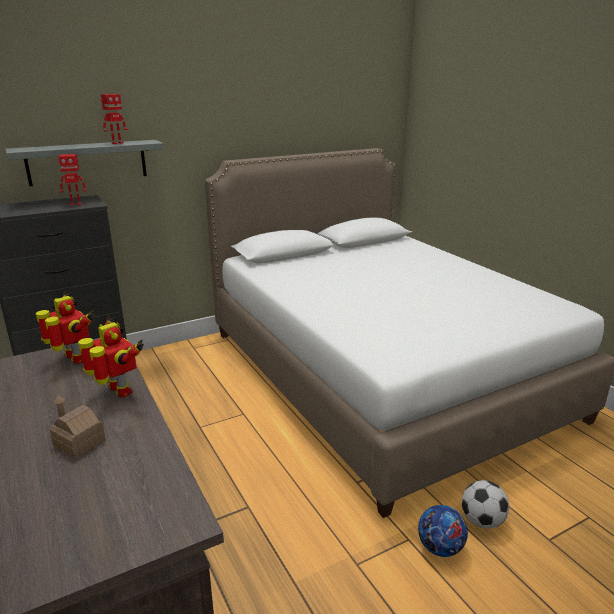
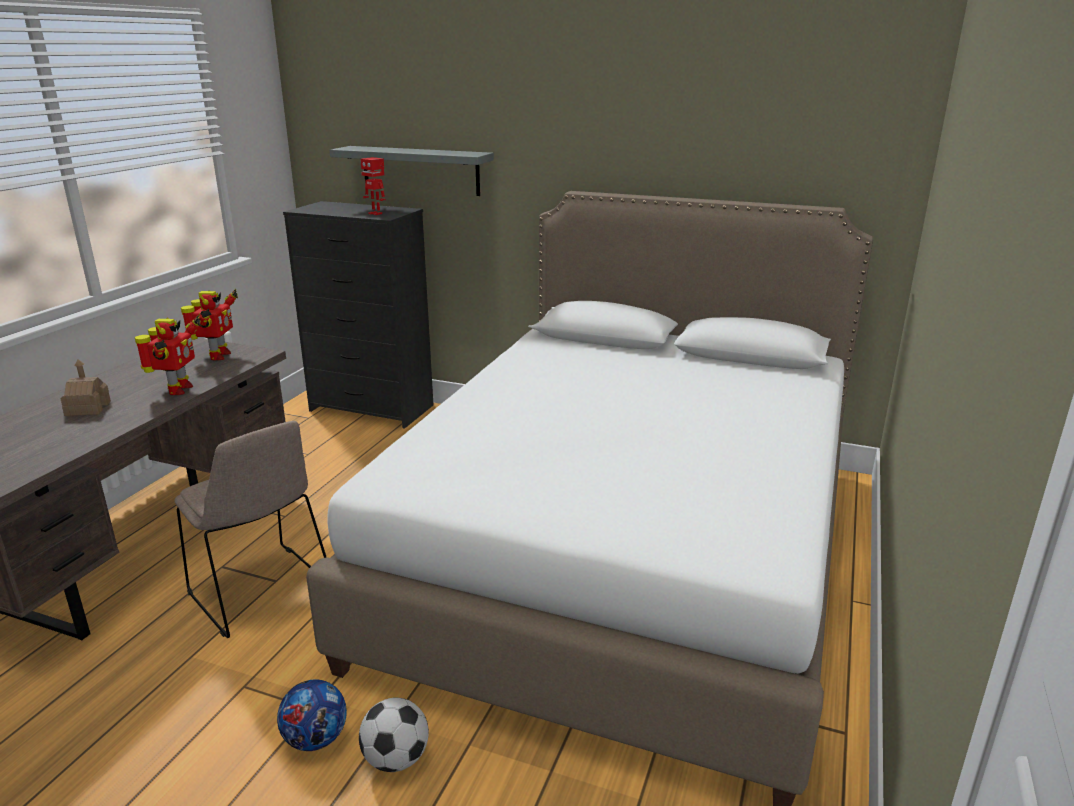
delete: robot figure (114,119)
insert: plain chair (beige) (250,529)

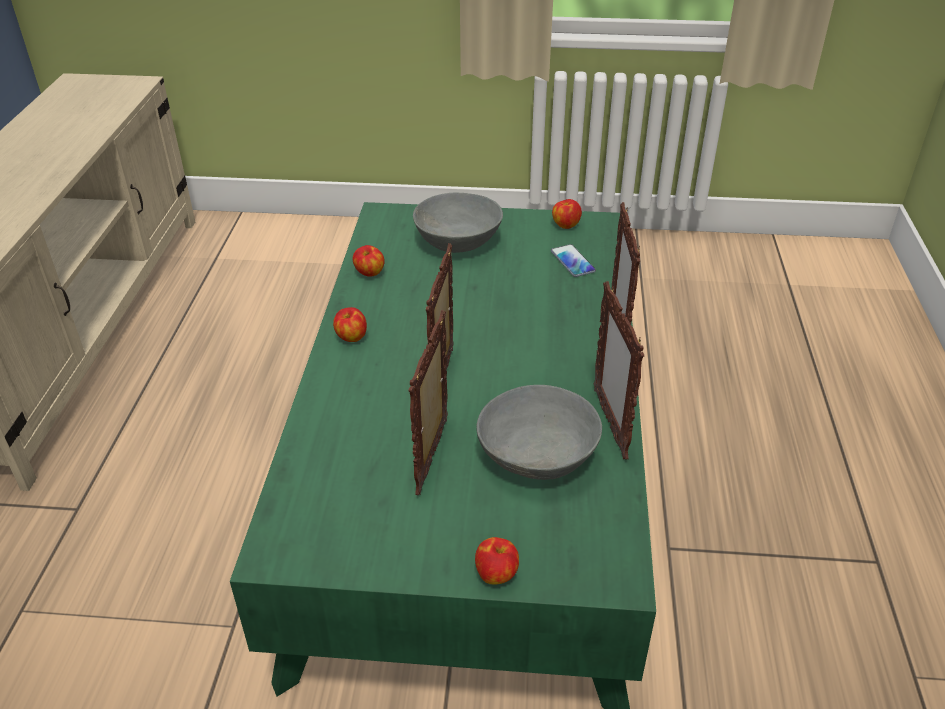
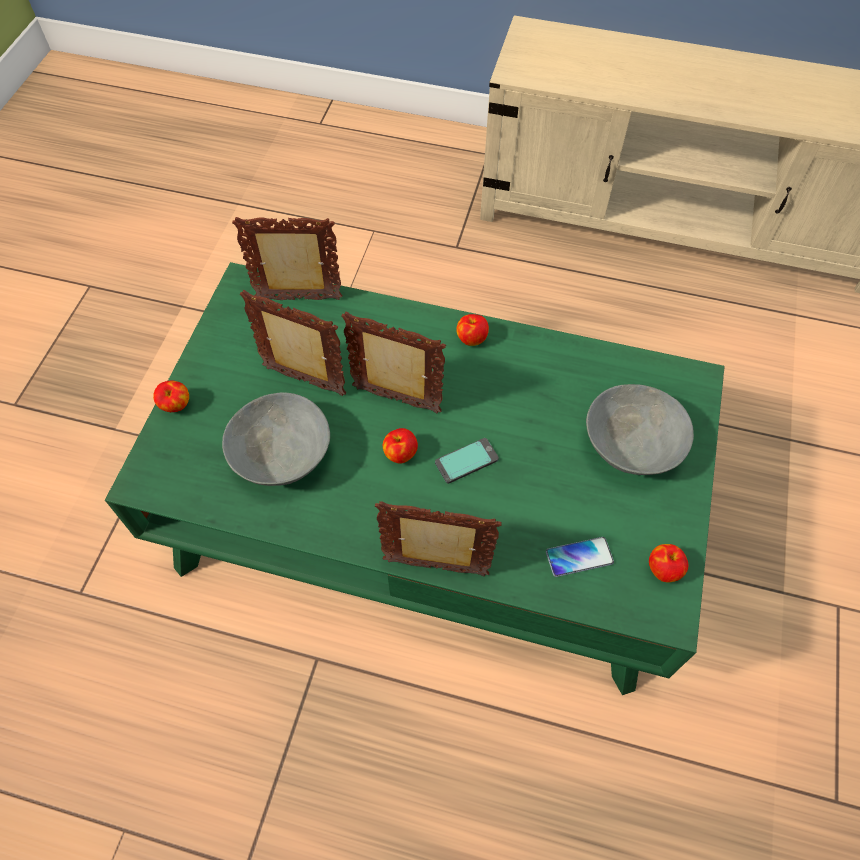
insert: handset (467,461)
move: picture frame (619,370) to (287,258); apple fruit (368,261) to (400,446)

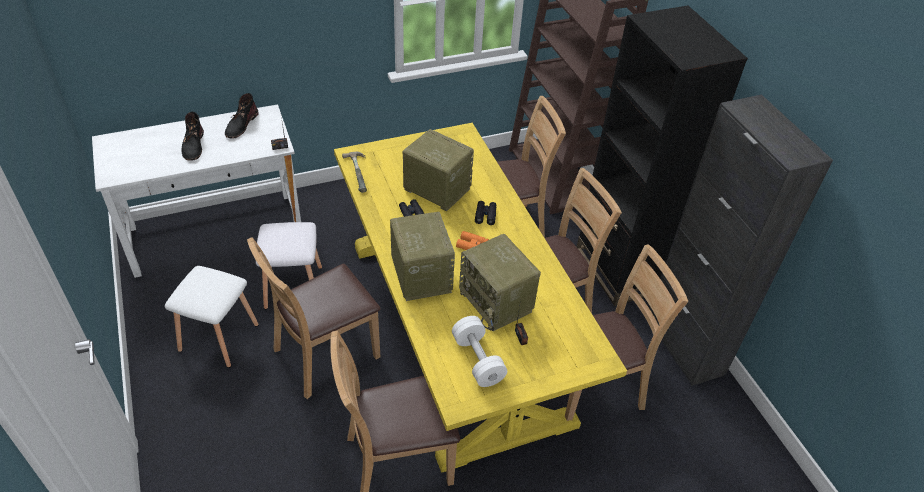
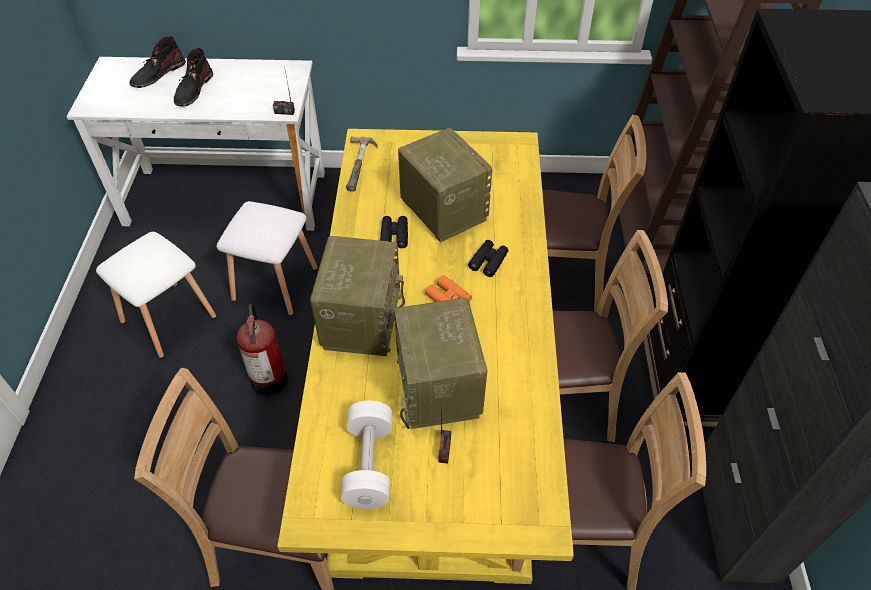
move: tall boot (black-coloured) (242,116) to (157,62)
replace: plain chair (brown-coloured) (313,318) to extinguisher (262,349)

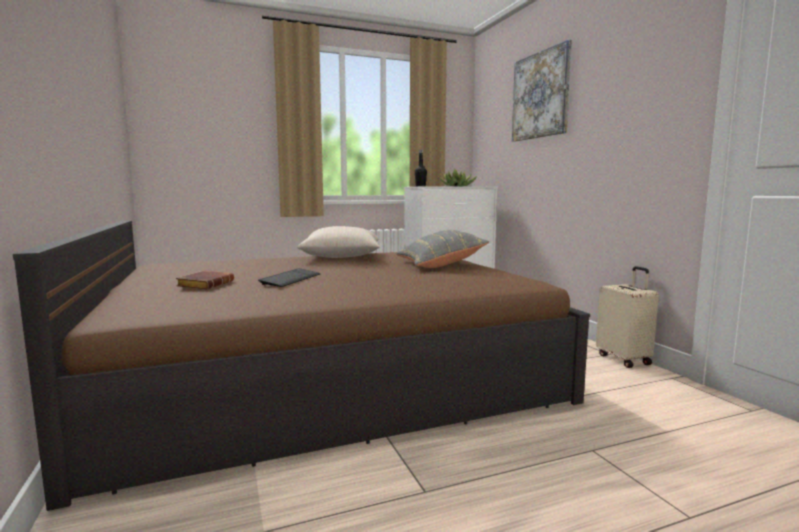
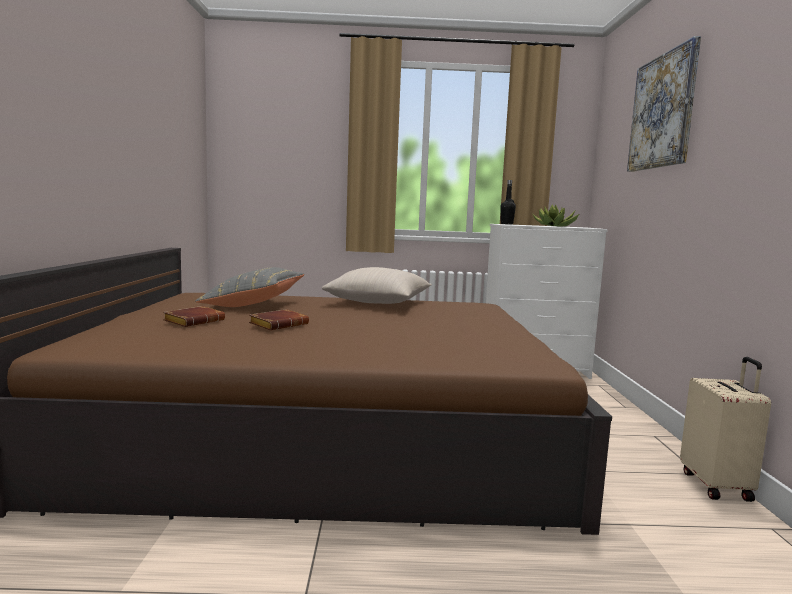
move: throw pillow (gray) (442,249) to (250,287)
replace: PC keyboard (289,277) to volume (brown-coloured) (279,319)

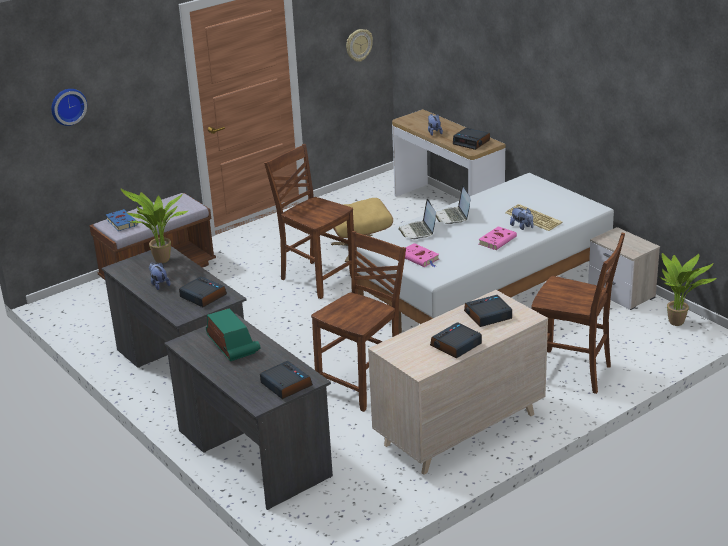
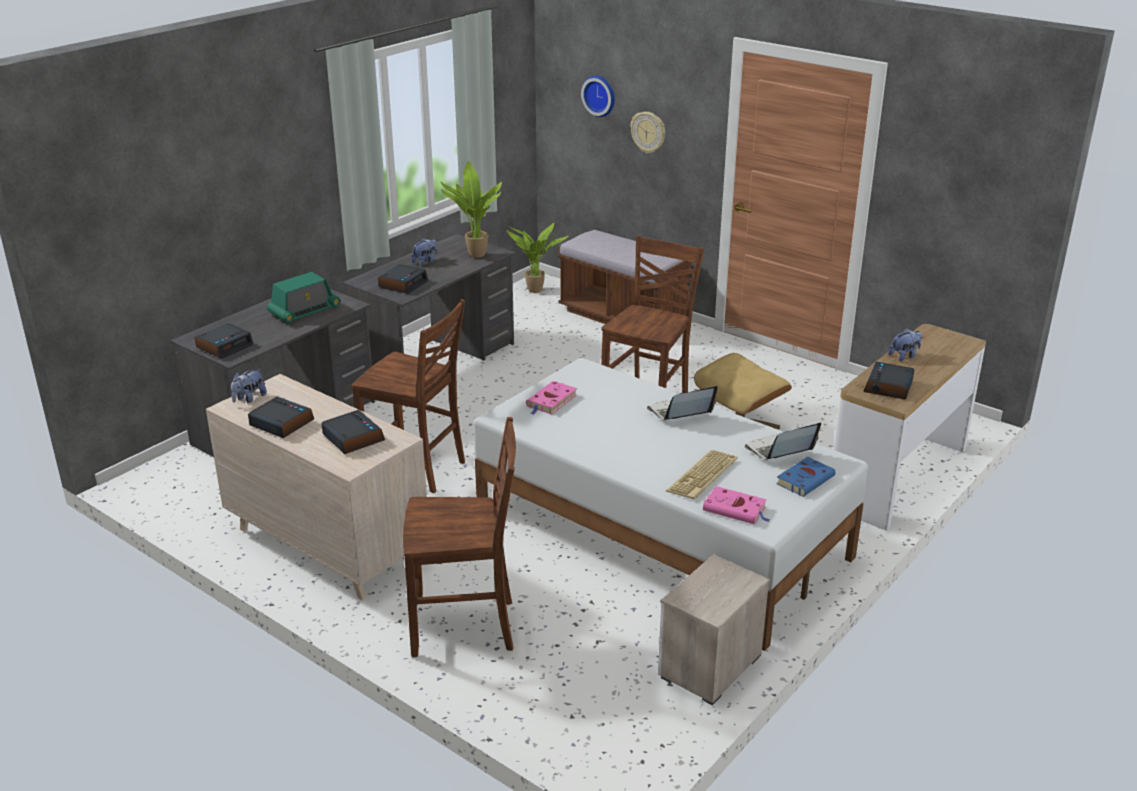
move: soft toy (521,218) to (249,386); plant in a pot (688,289) to (538,257); clock on the wall (359,45) to (647,132); volume (pink) (497,238) to (736,505); laptop (417,219) to (783,441); volume (blue) (122,220) to (805,477)
rotate: plain chair (brown-coloured) (578,313) = (459,537) 105 degrees counterclockwise

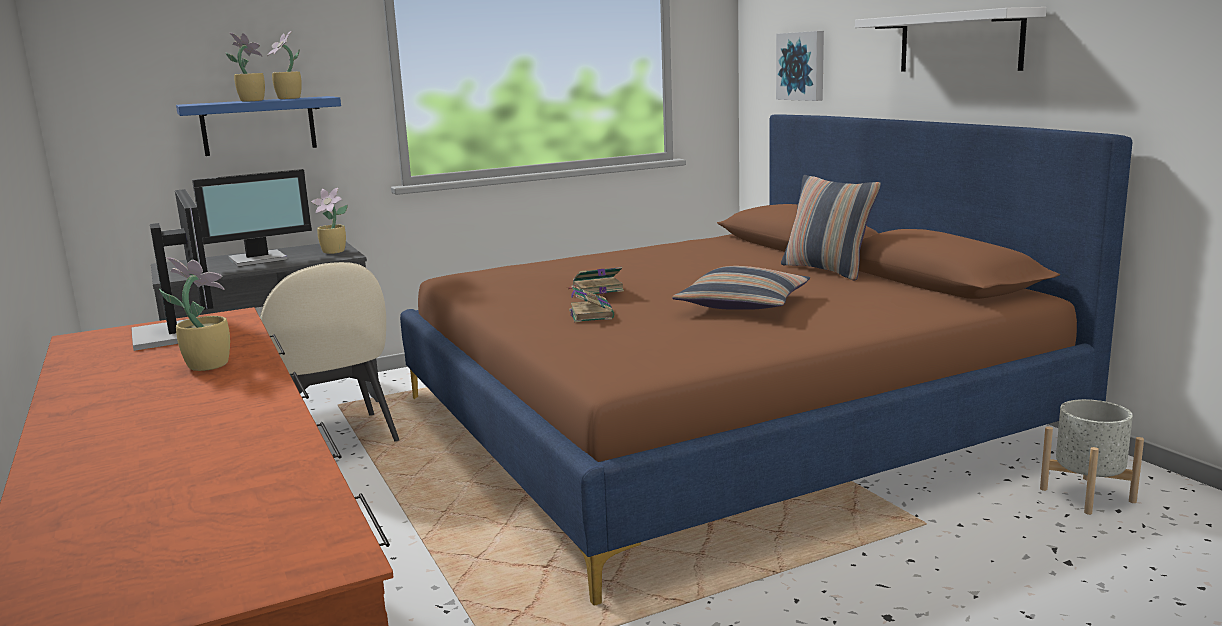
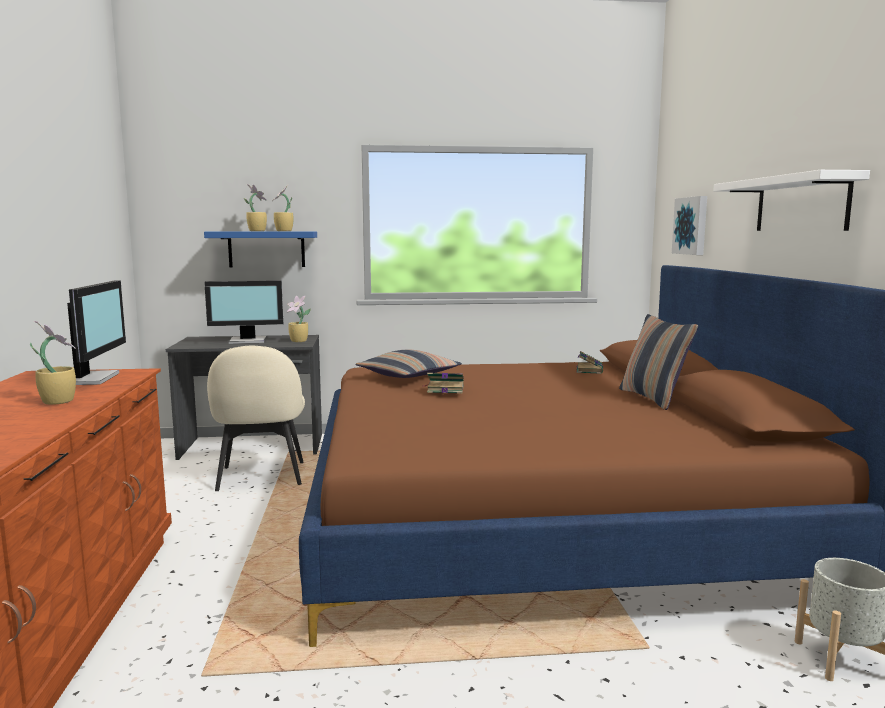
move: throw pillow (741,288) to (409,364); volume (591,303) to (589,362)

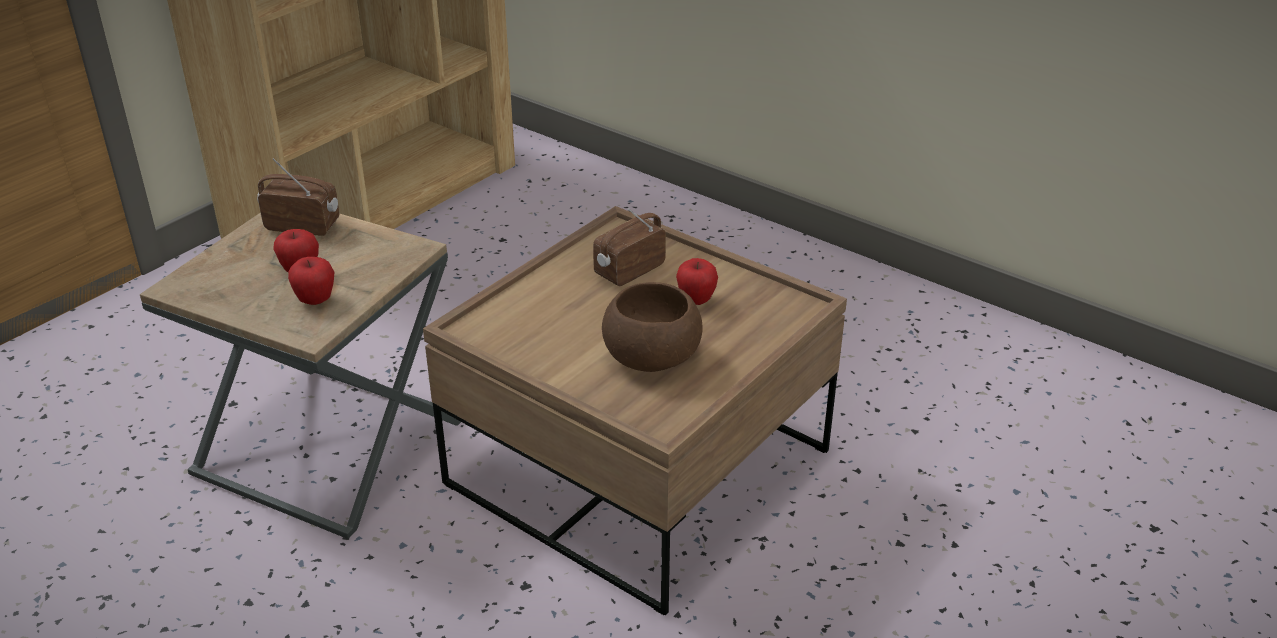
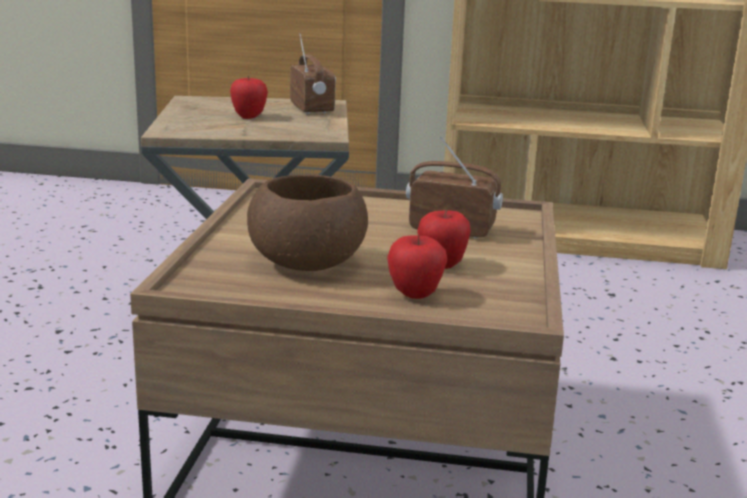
move: apple fruit (311,281) to (417,267)

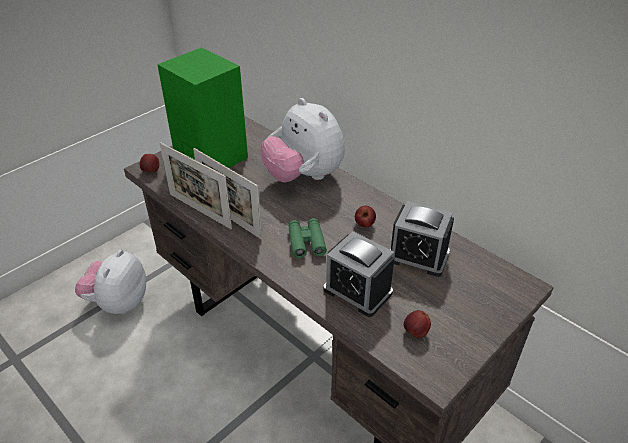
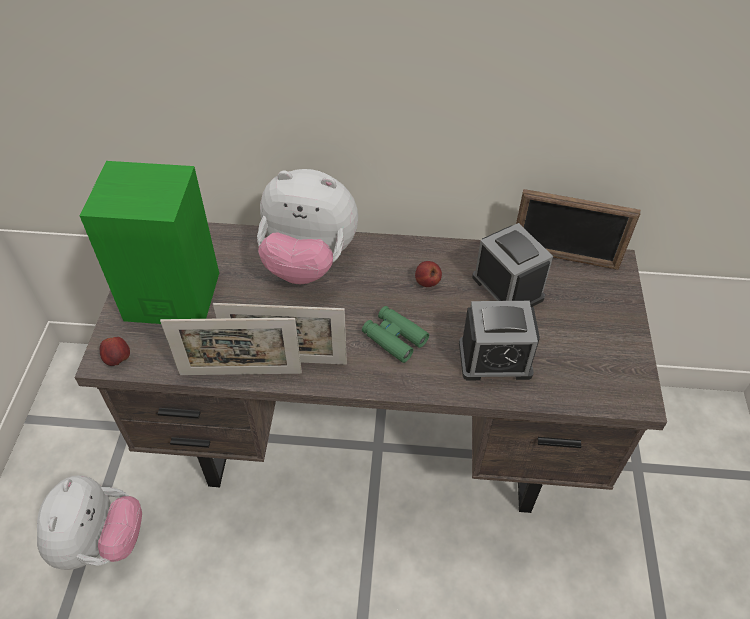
delete: apple fruit (417,324)
insert: picture frame (578,229)
rotate: soft toy (110,282) = (89,523) 150 degrees counterclockwise; bedside clock (422,239) = (512,265) 105 degrees counterclockwise

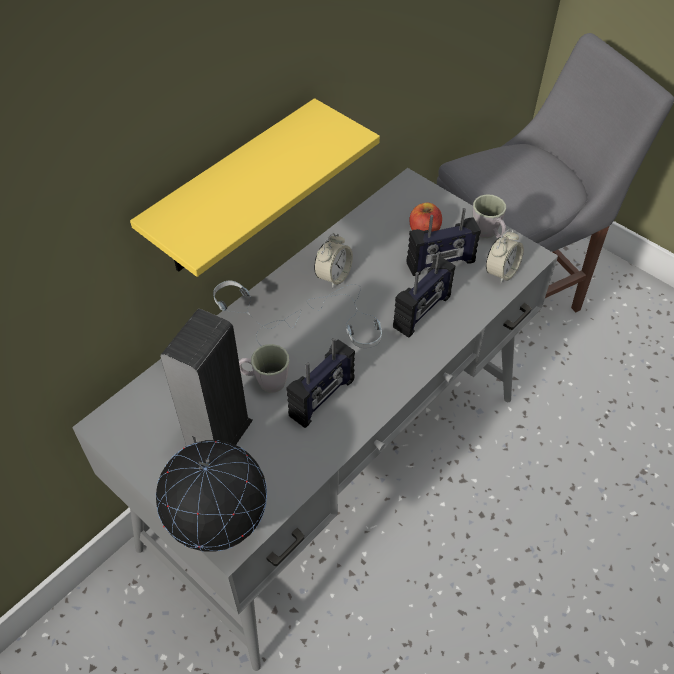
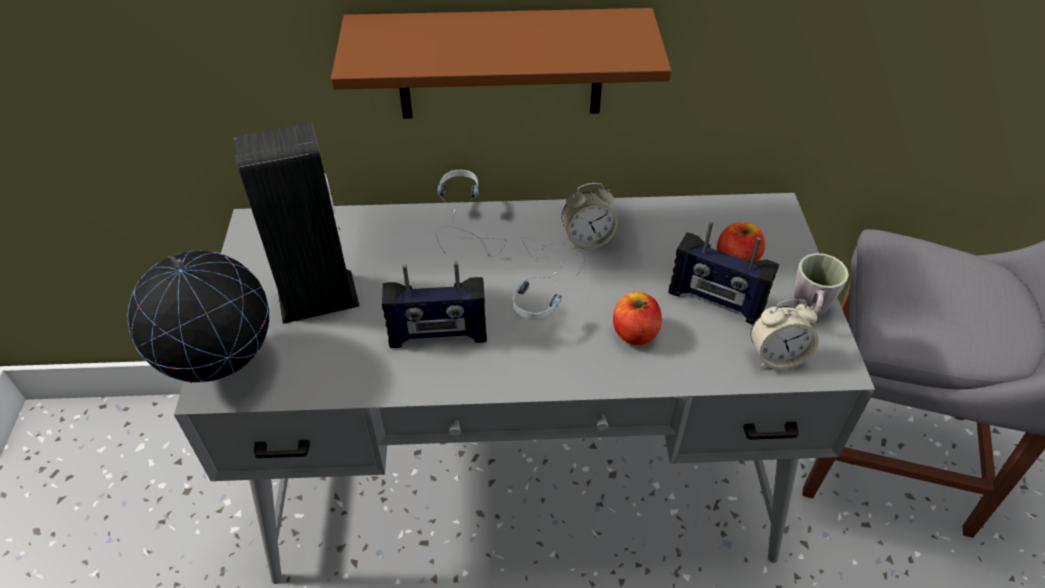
delete: coffee mug (gray) (264,368)
replace: radio receiver (424,294) to apple fruit (637,318)
recolor: shelf (yellowish) (255,187) to shelf (brown-coloured) (501,63)

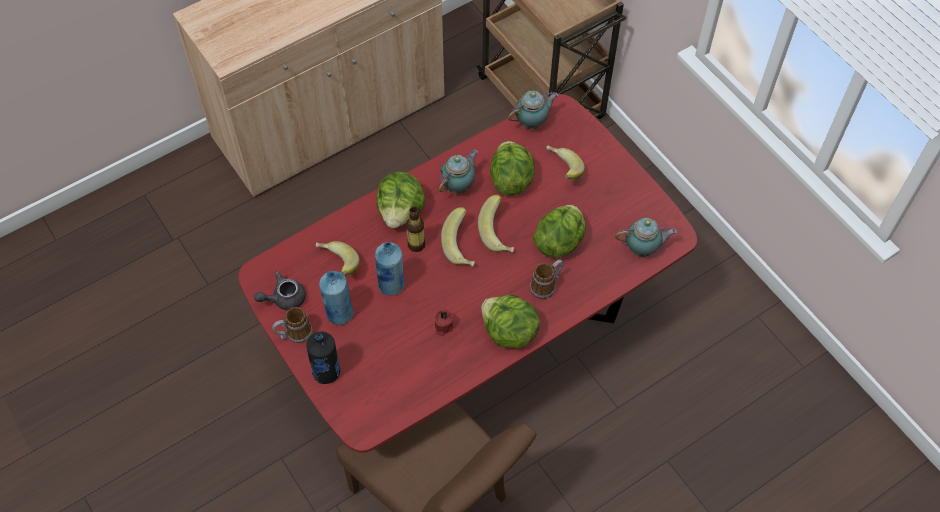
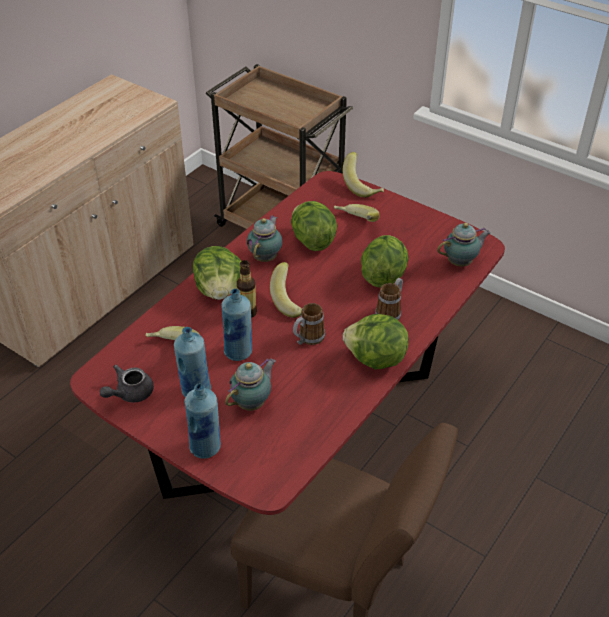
delete: wax candle (reddish) (444,322)
move: teapot (533,110) to (250,384); coffee mug (292,325) to (309,324); banana (496,223) to (363,175)
recolor: bottle (black-coloured) (323,358) to bottle (blue) (202,421)

